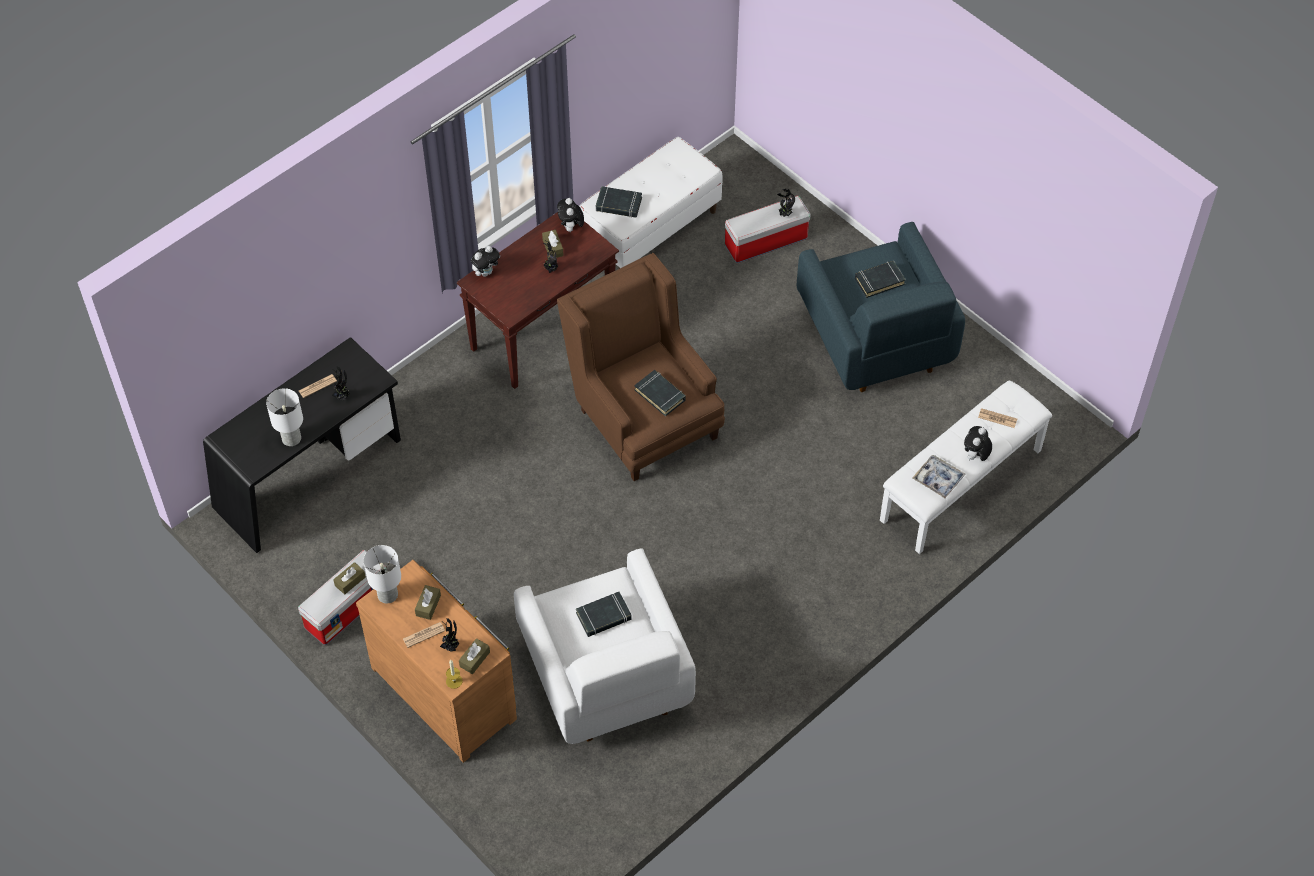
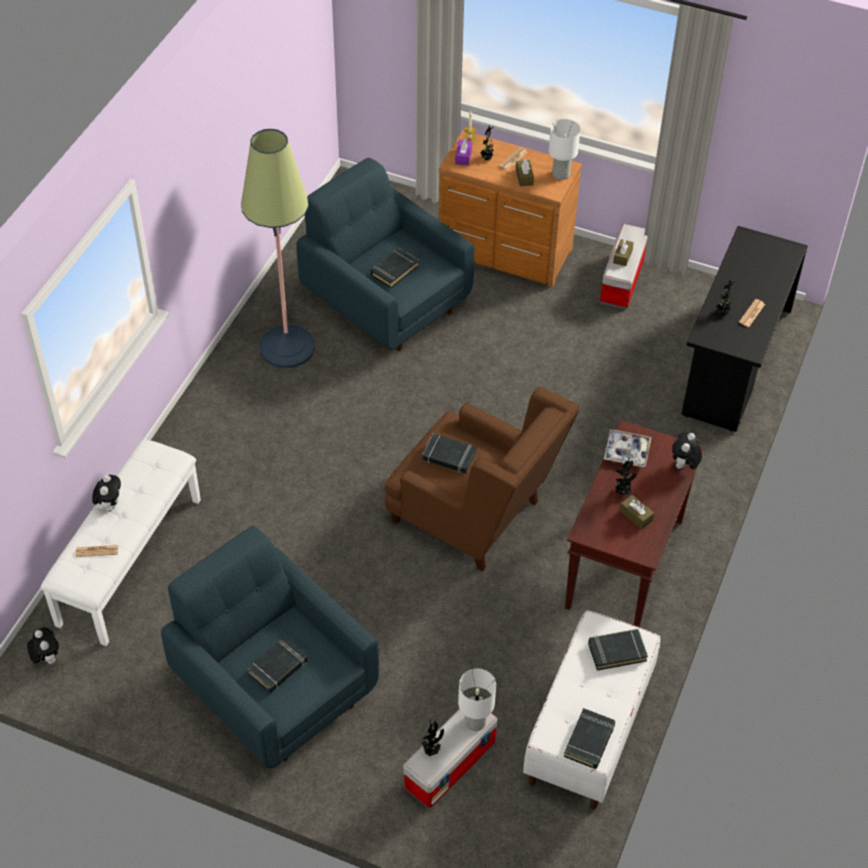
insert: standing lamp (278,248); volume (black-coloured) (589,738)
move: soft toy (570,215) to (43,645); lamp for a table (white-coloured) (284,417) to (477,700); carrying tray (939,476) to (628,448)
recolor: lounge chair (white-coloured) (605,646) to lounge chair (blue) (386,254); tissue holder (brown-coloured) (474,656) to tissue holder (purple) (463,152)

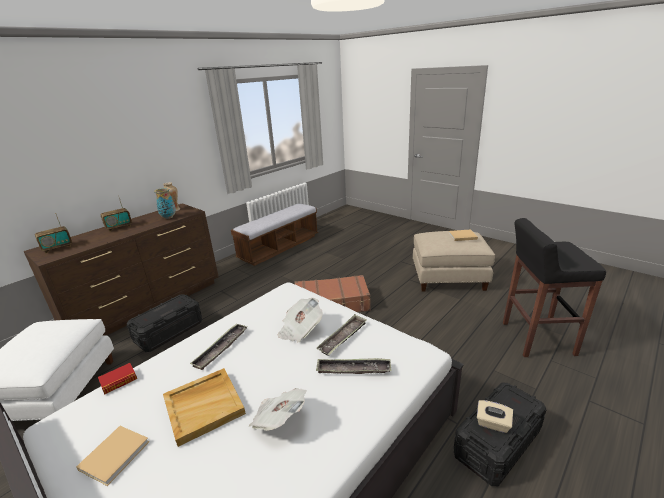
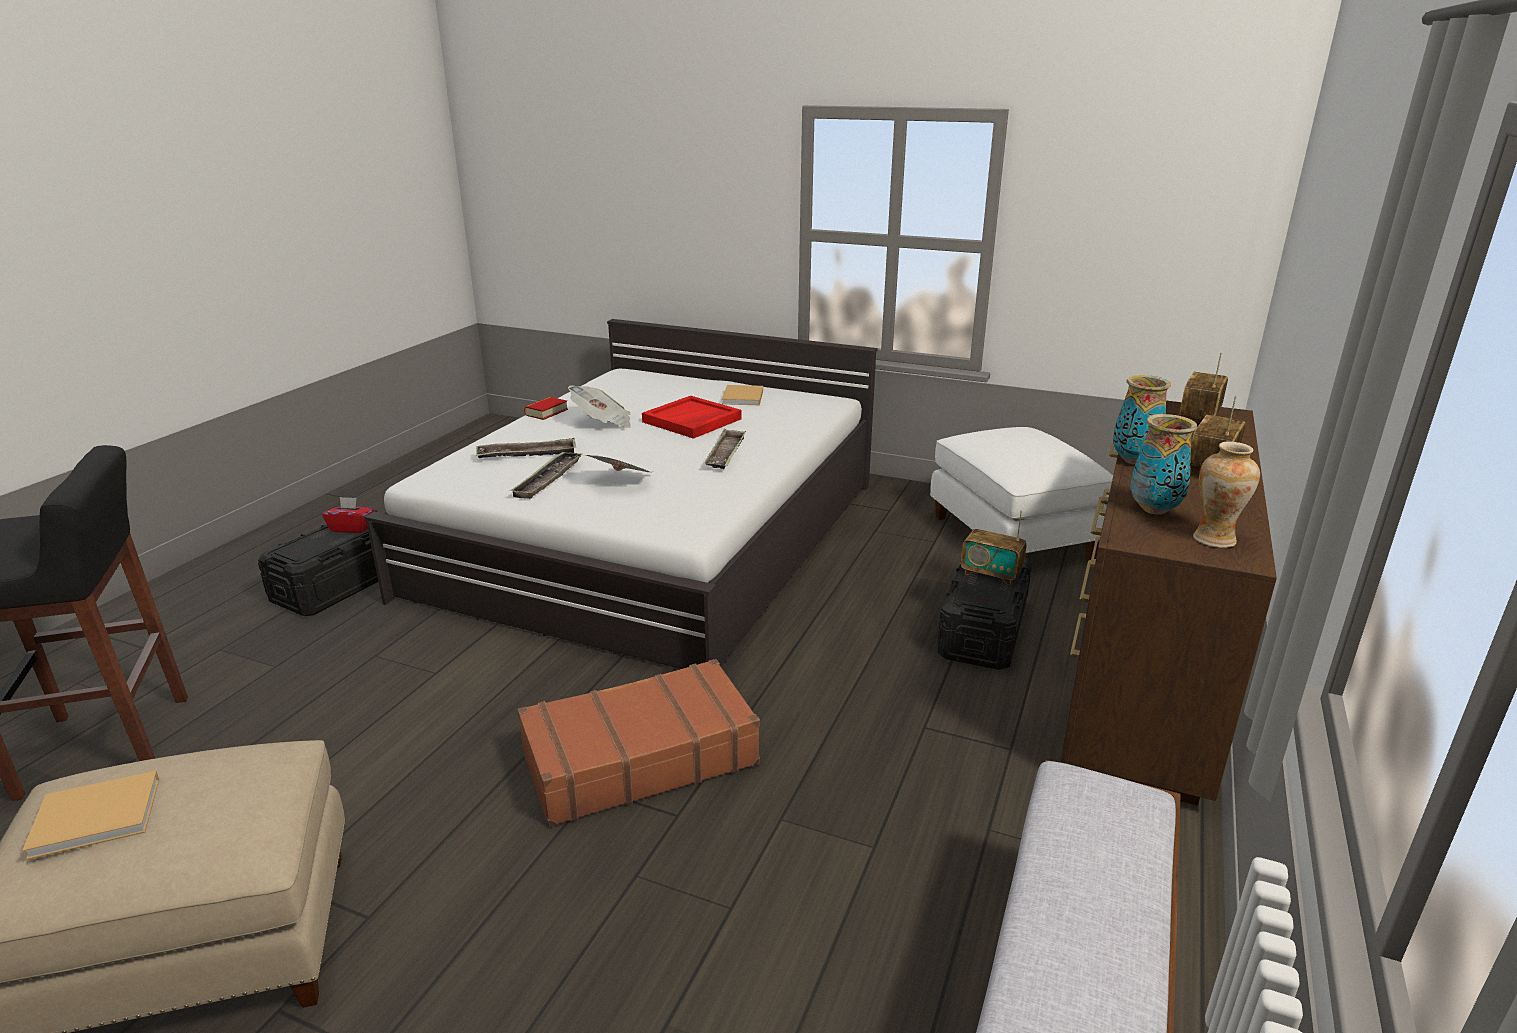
insert: radio receiver (994,547); flower vase (1142,420)
move: volume (117,378) to (546,408)
recolor: tissue holder (beige) (495,416) to tissue holder (reddish) (348,515); carrying tray (beige) (204,407) to carrying tray (reddish) (691,417)

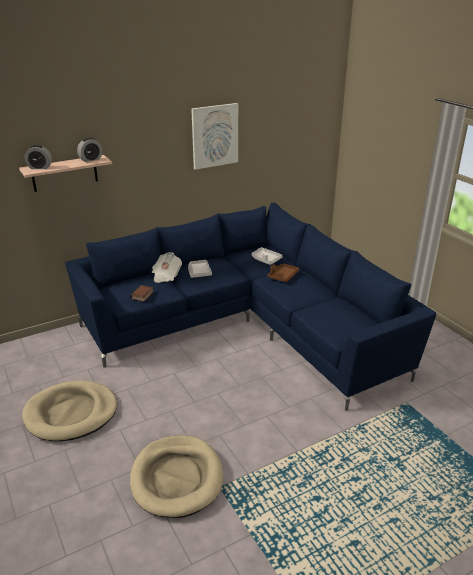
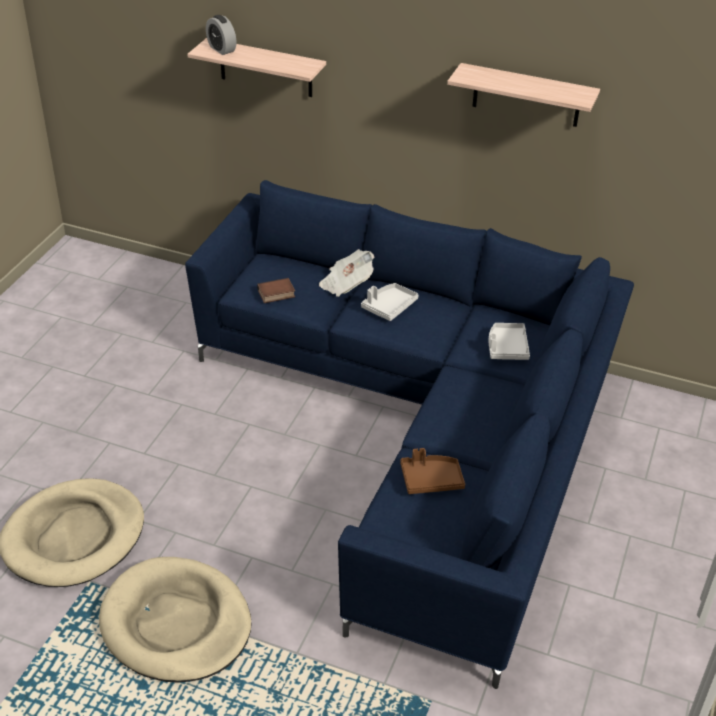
delete: bedside clock (89,150)
move: pet bed (beige) (69,411) to (175,619); carrying tray (brown-coloured) (283,273) to (432,471)
replace: picture (214,136) to shelf (523,95)

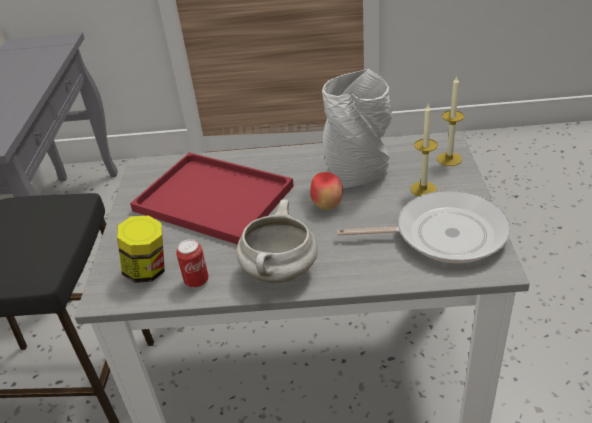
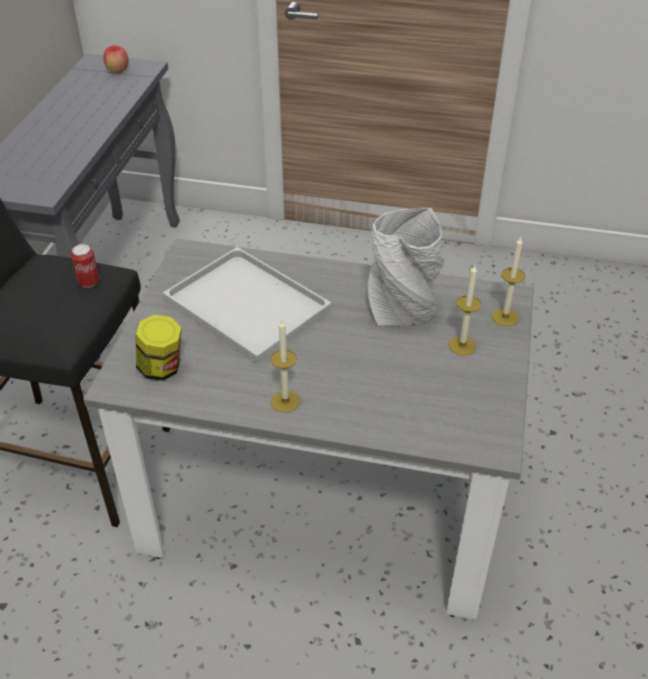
delete: skillet (424,227)
move: metal can (192,263) to (85,266); apple fruit (326,191) to (116,59)
replace: cooking pot (white-coloured) (277,241) to wax candle (285,366)
recolor: carrying tray (reddish) (212,198) to carrying tray (white-coloured) (247,305)

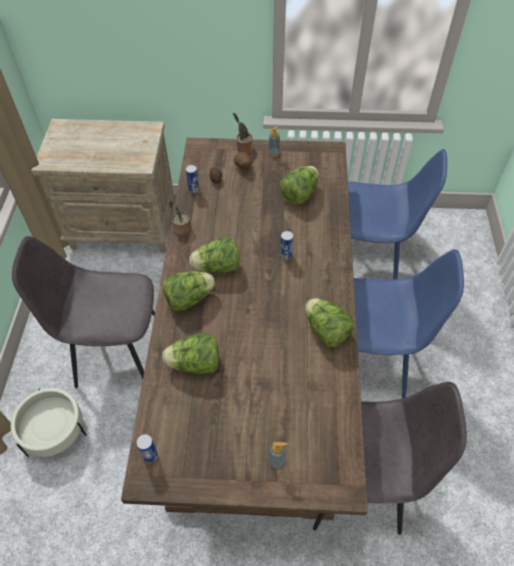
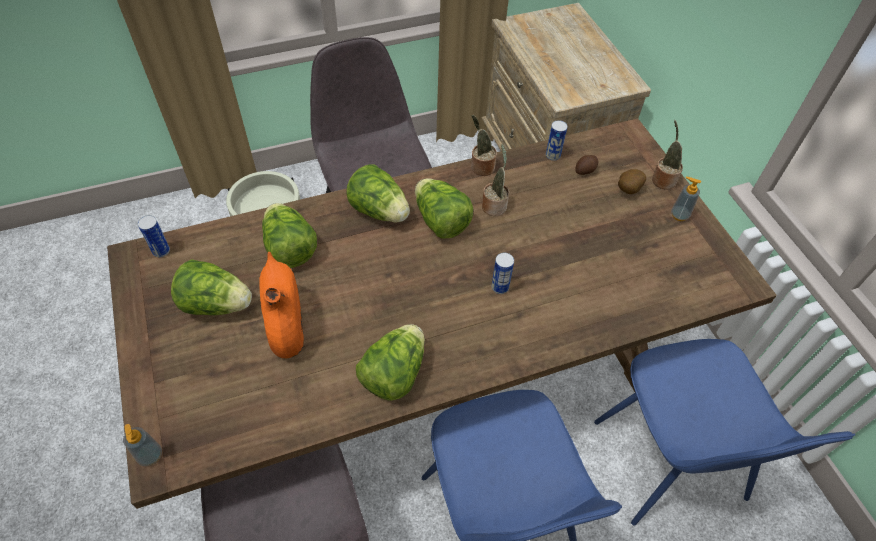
insert: flower vase (orangey) (281,305); plant in a pot (495,180)
move: soap dispenser (277,455) to (142,445); lettuce head (299,185) to (211,287)

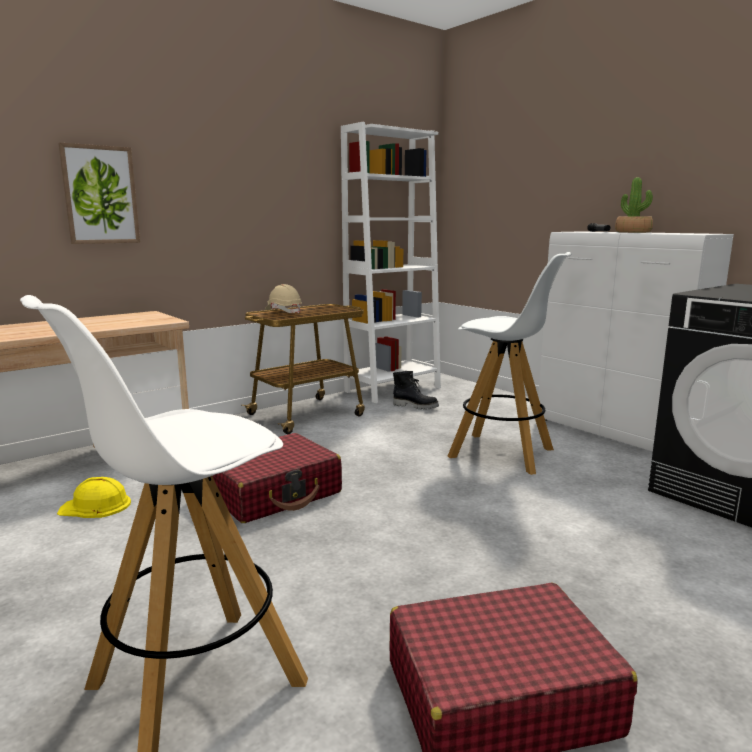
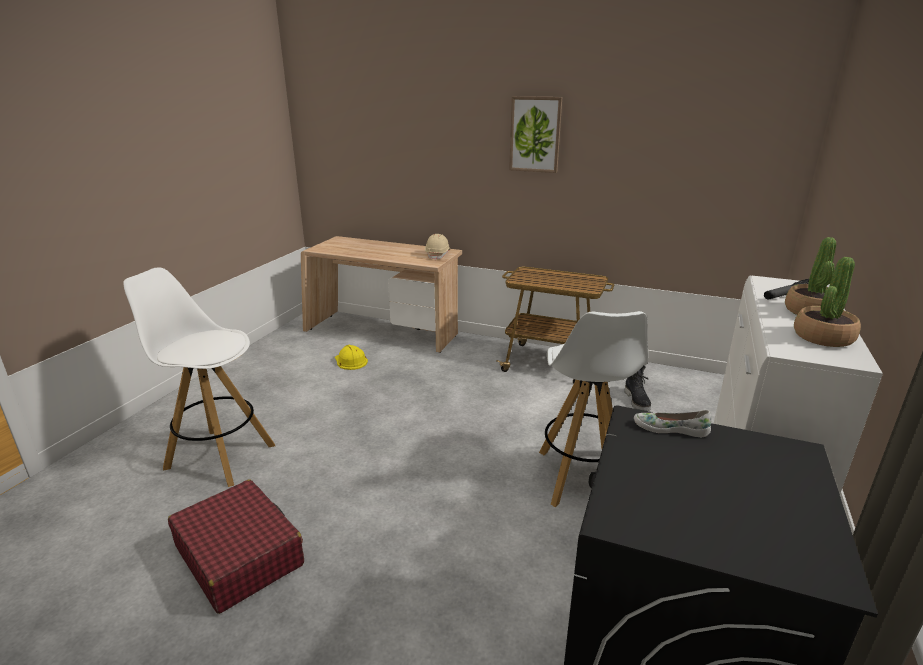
delete: travel case (reddish) (277,478); shelving unit (white-coloured) (391,262)
insert: low shoe (white-coloured) (672,423); plant in a pot (827,302)
move: safety helmet (beige) (283,299) to (437,247); picture (99,193) to (535,134)

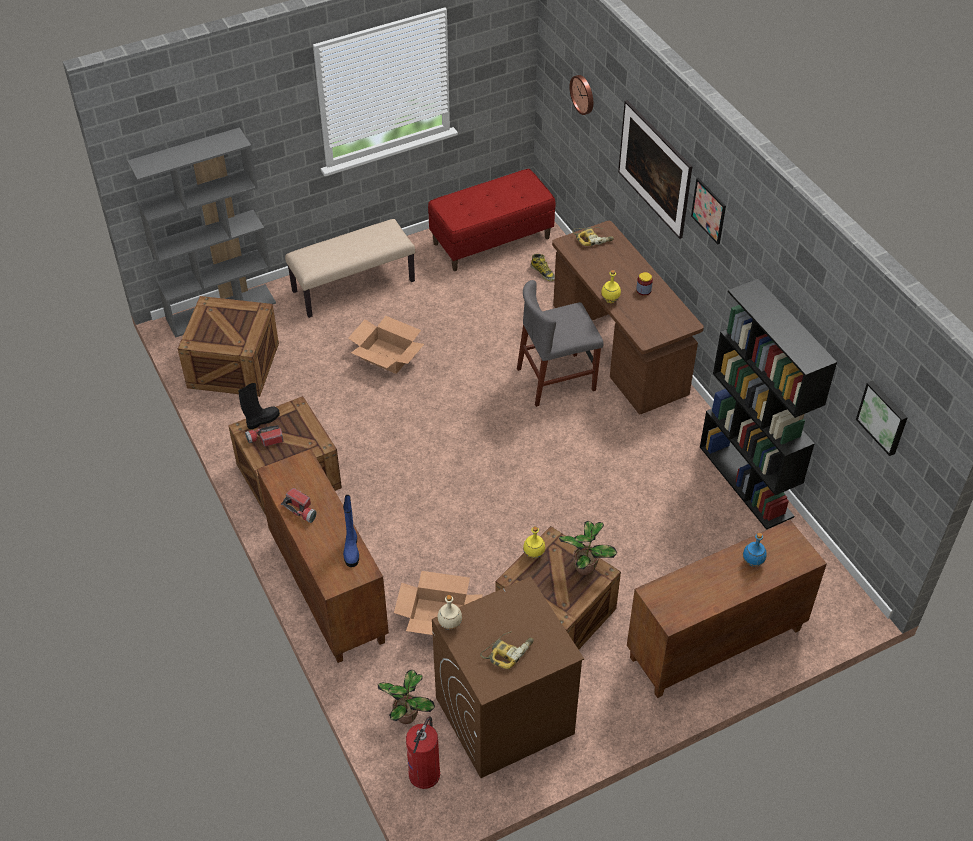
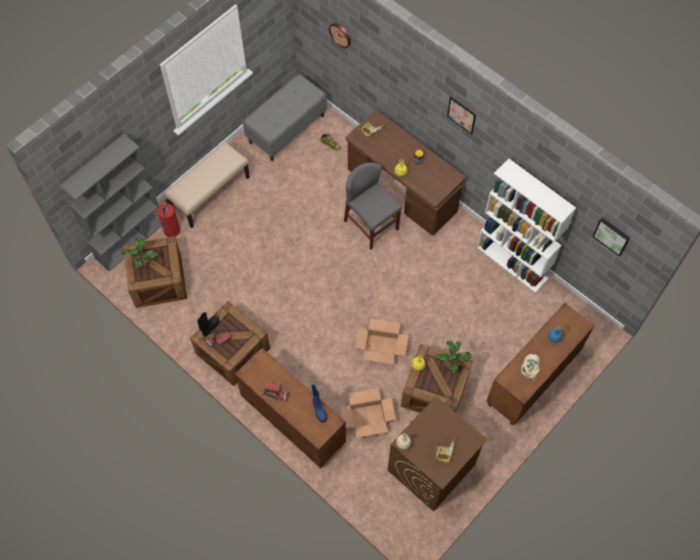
delete: picture (655,169)
insert: baseball cap (beige) (530,367)
move: plant in a pot (406,697) to (140,253); extinguisher (423,752) to (168,218); packing box (386,345) to (382,341)
recolor: indoor bench (reddish) (491,220) to indoor bench (gray) (285,117); shelving unit (black-coloured) (768,404) to shelving unit (white-coloured) (526,226)
rotate: plain chair (gray) (560,343) = (373,205) 90 degrees clockwise

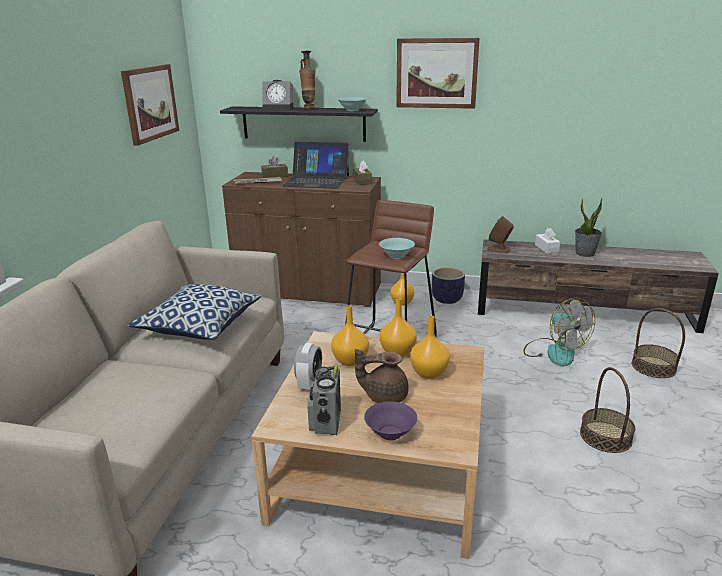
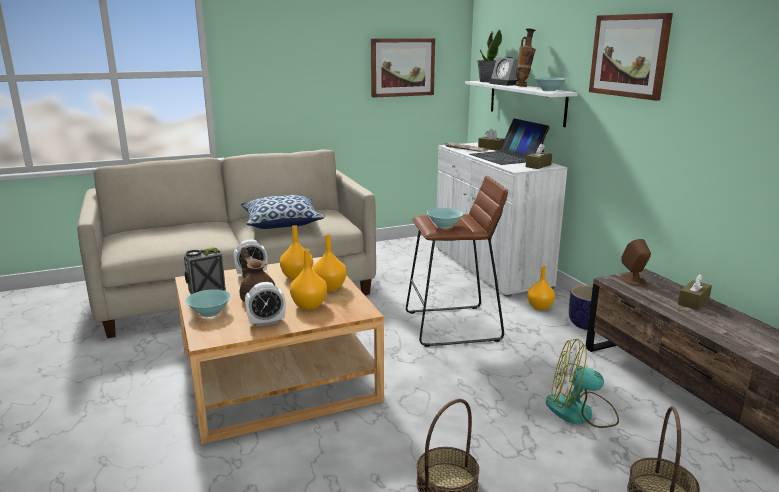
insert: bedside clock (265,304)
move: plant in a pot (588,227) to (489,55)
recolor: deep dish (purple) (390,420) to deep dish (blue-green) (208,303); storage cabinet (brown-coloured) (301,239) to storage cabinet (white-coloured) (502,220); shelf (black-coloured) (299,124) to shelf (white-coloured) (521,104); tissue holder (white-coloured) (547,240) to tissue holder (brown-coloured) (695,292)
rotate: electric fan (559,332) = (582,383) 75 degrees clockwise

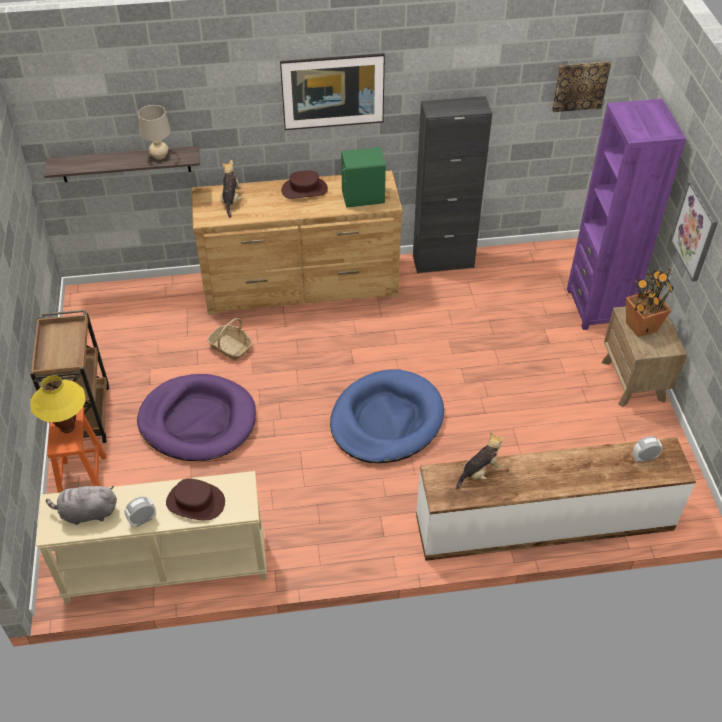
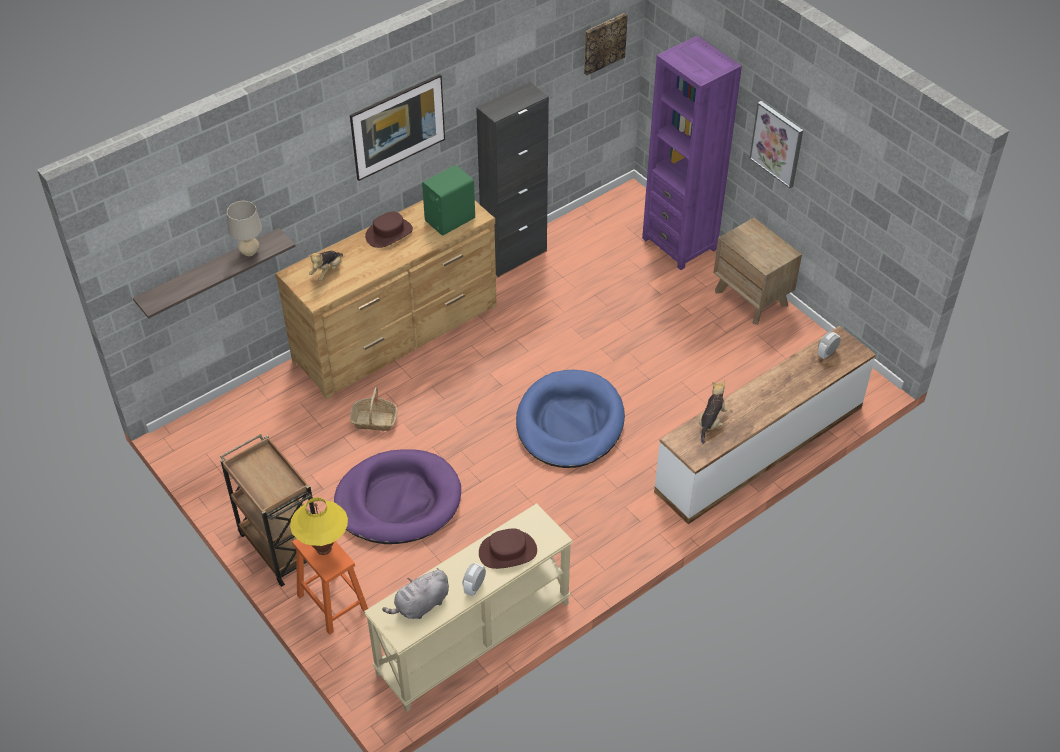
delete: plant in a pot (650,302)
rotate: soft toy (232,189) = (326,266) 120 degrees counterclockwise

